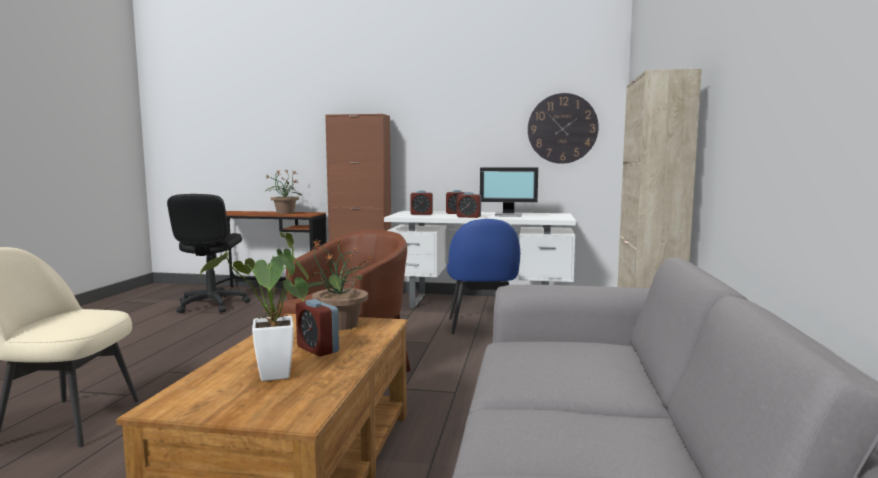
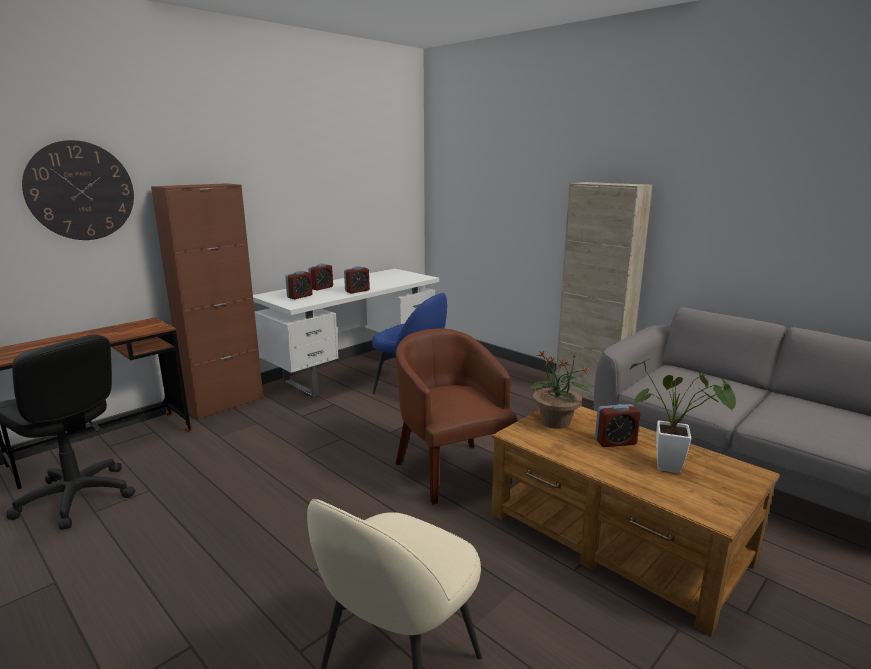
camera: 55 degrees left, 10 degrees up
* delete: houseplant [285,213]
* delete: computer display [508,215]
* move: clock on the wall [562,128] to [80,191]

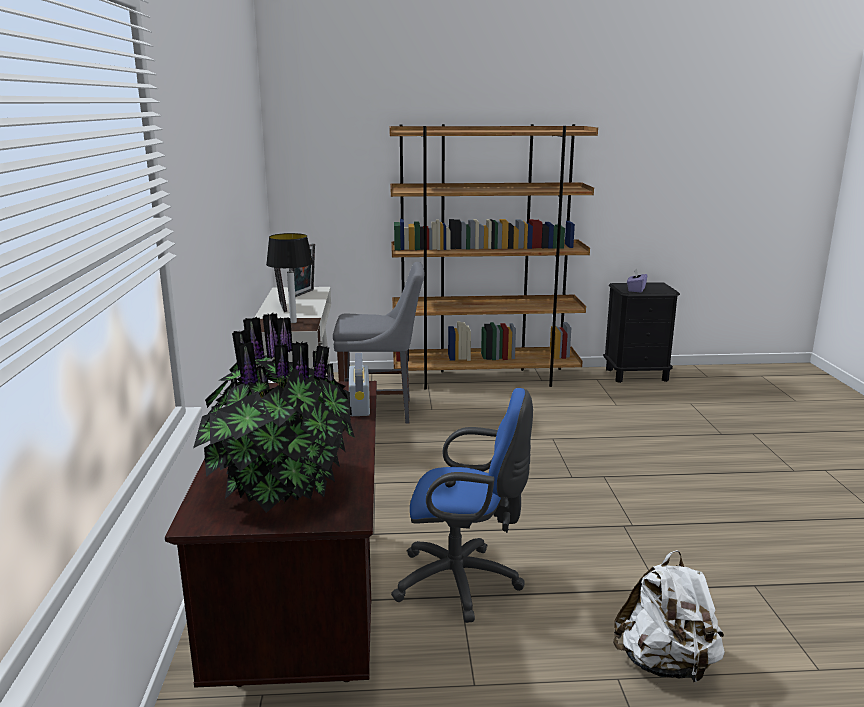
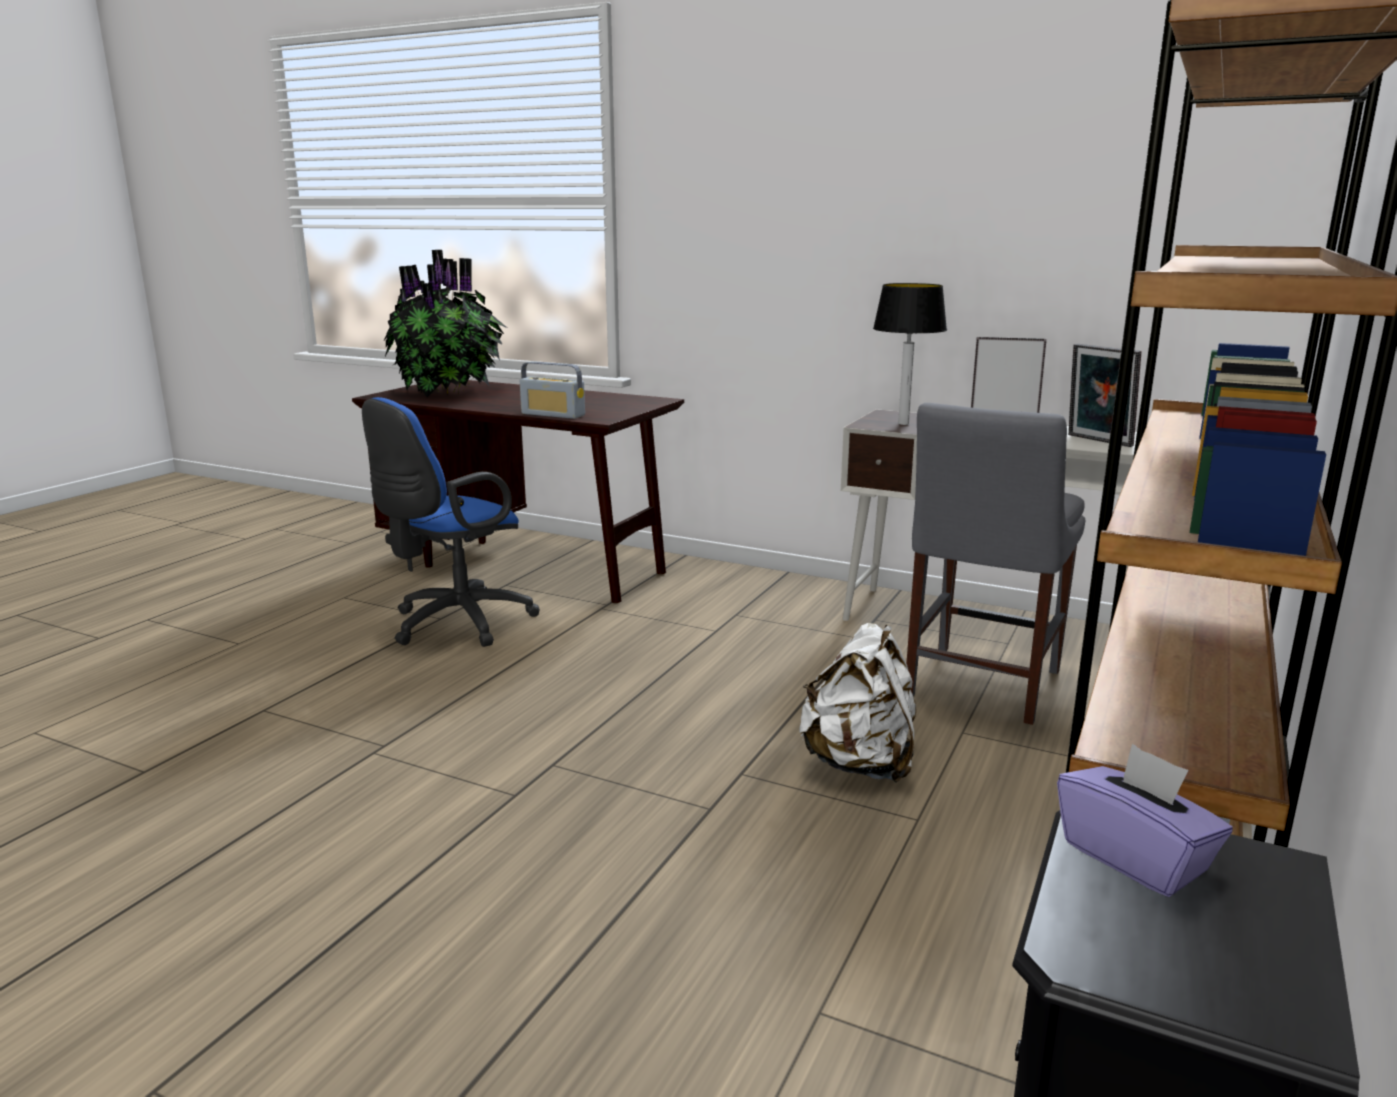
camera: 120 degrees right, 0 degrees up
* move: backpack (white-coloured) [665,664] to [860,764]

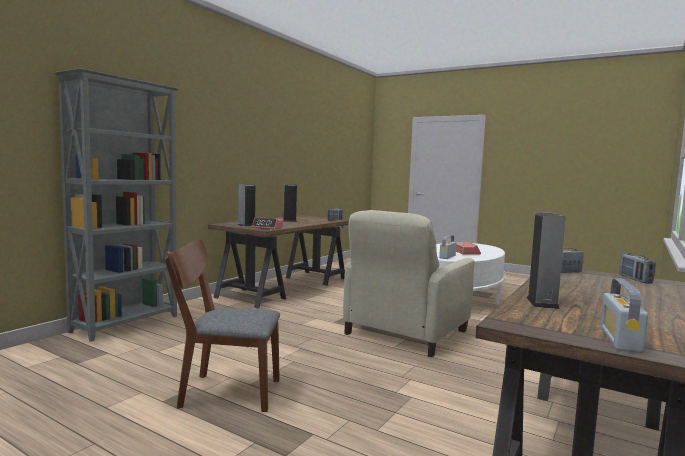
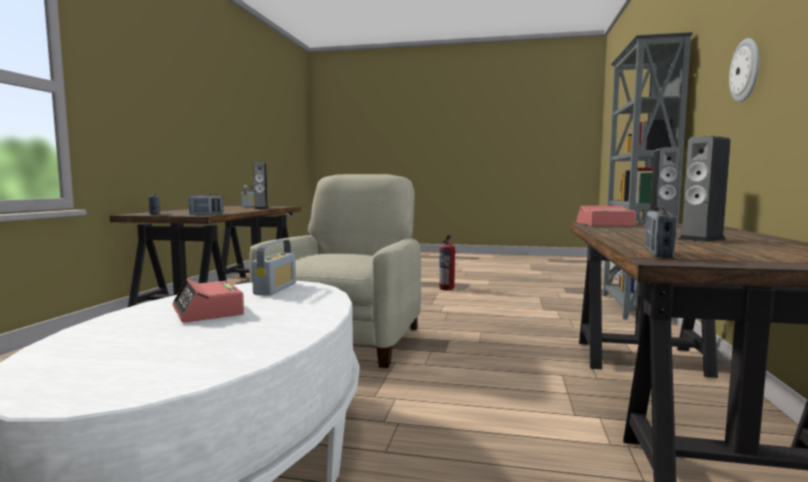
camera: 160 degrees right, 0 degrees up
* replace: upright chair (brown) [223,392] to fire extinguisher [447,288]
* insert: clock on the wall [745,70]

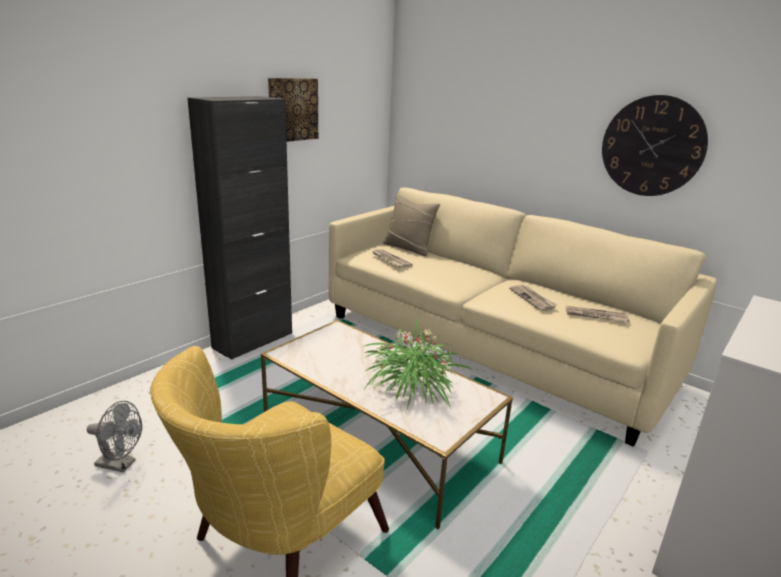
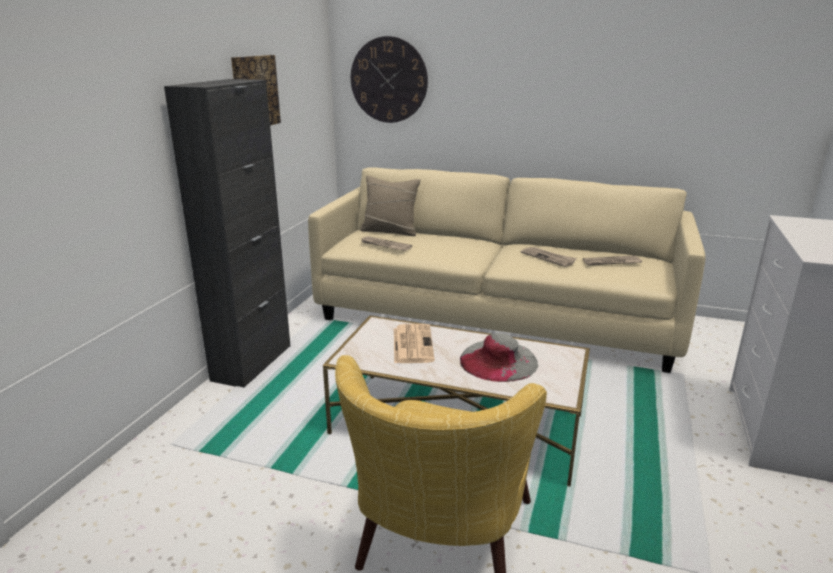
camera: 20 degrees left, 0 degrees up
* delete: electric fan (gray) [121,464]
* replace: houseplant [411,387] to hat (gray) [498,360]
* move: clock on the wall [652,146] to [389,80]
* insert: daily paper [412,344]

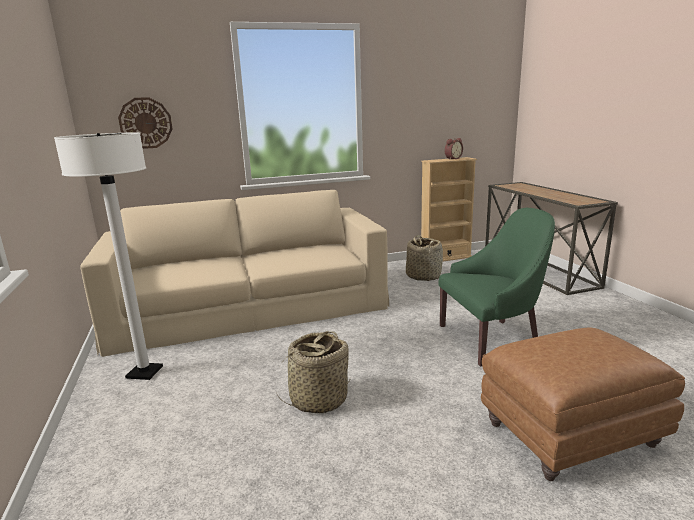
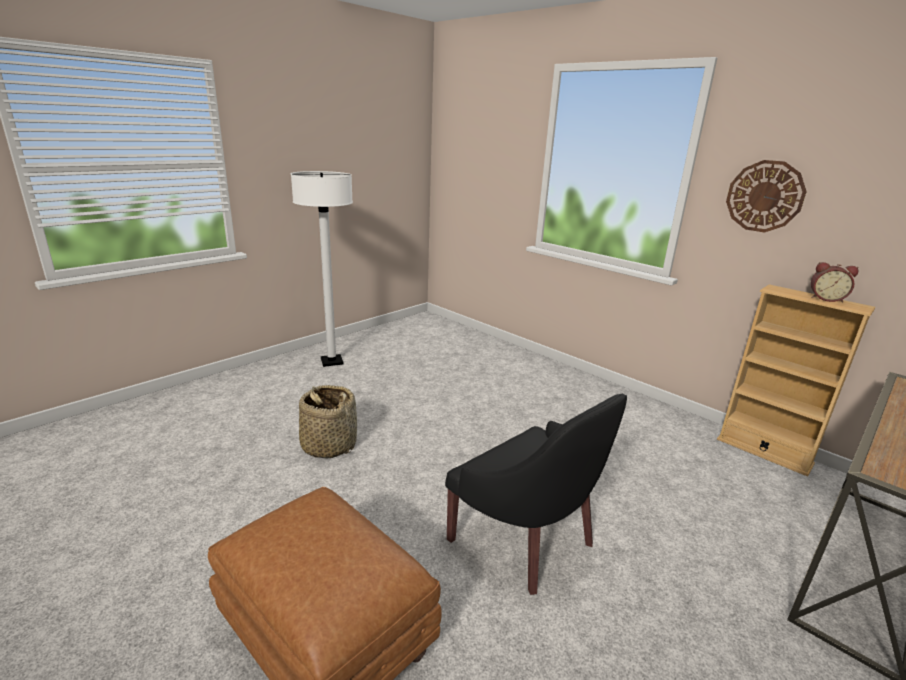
camera: 60 degrees right, 5 degrees up
* delete: sofa (beige) [249,306]
* move: clock on the wall [146,123] to [764,196]
* delete: storage basket [423,276]
* recolor: armchair (green) [491,339] to armchair (black-coloured) [527,539]

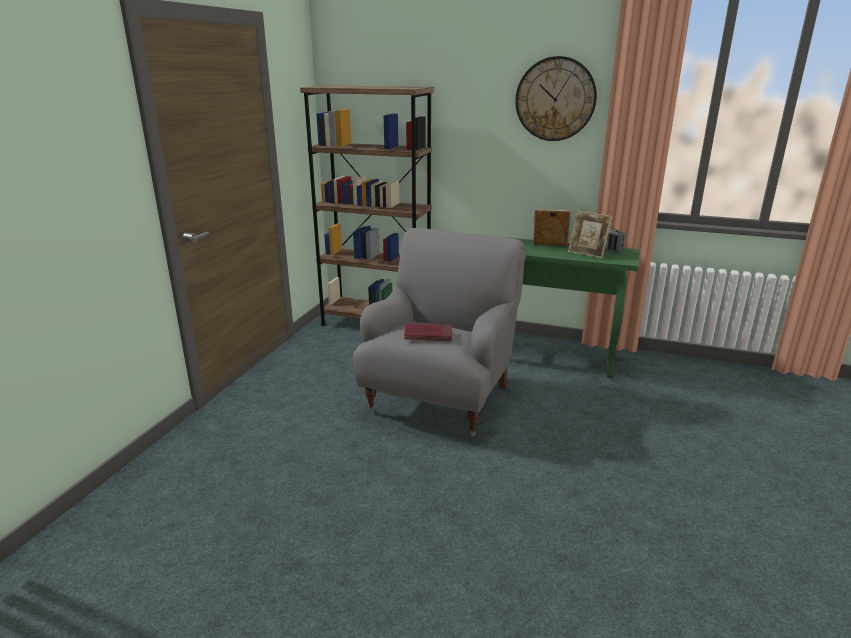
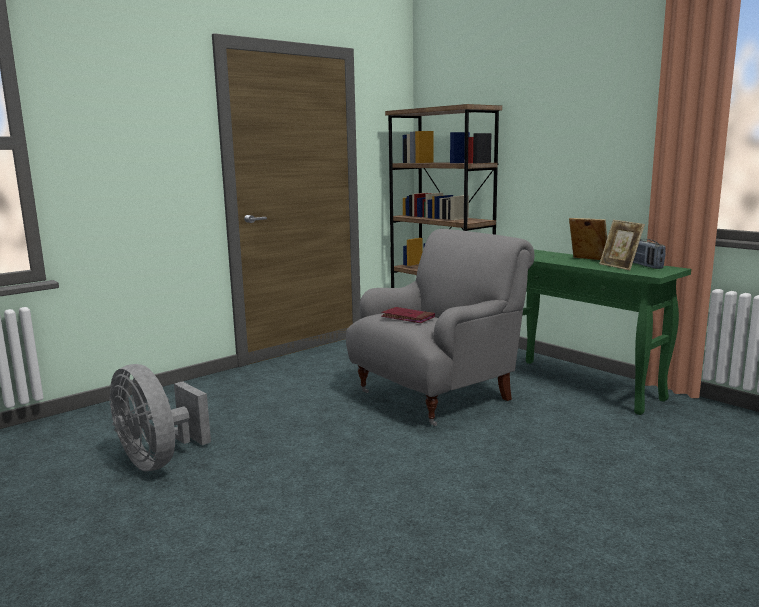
camera: 30 degrees right, 10 degrees down
* delete: clock on the wall [555,99]
* insert: electric fan (gray) [158,460]

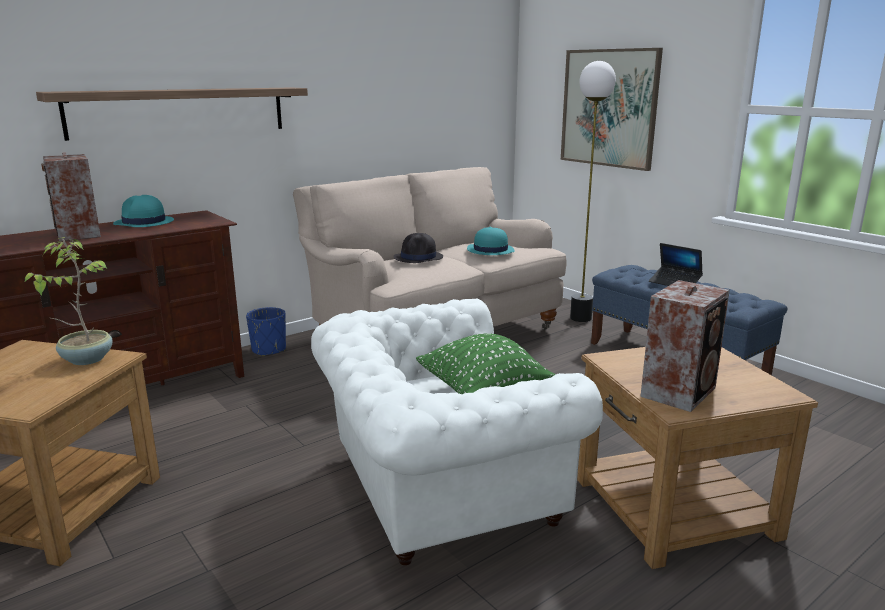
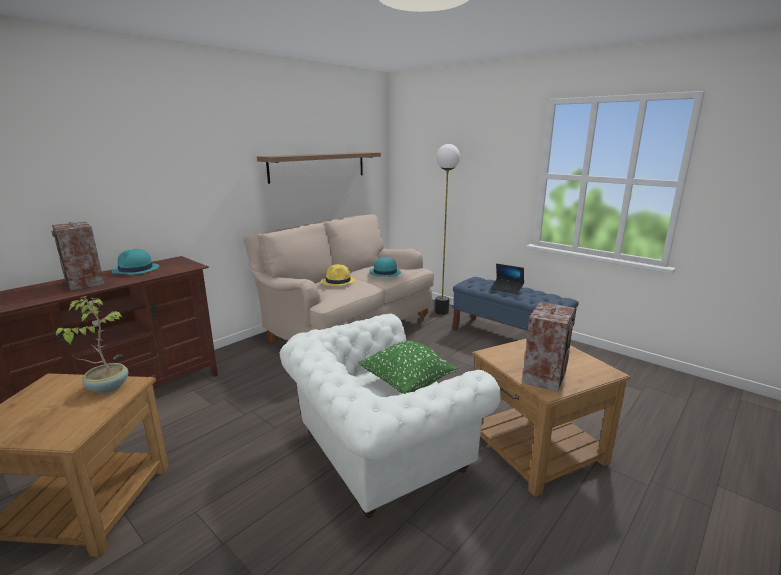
camera: 10 degrees left, 0 degrees up
* move: shelf [180,111] to [318,166]
* delete: planter (blue) [269,350]
* recolor: hat (black-coloured) [418,258] to hat (yellow-coloured) [338,281]
* delete: wall art [609,108]

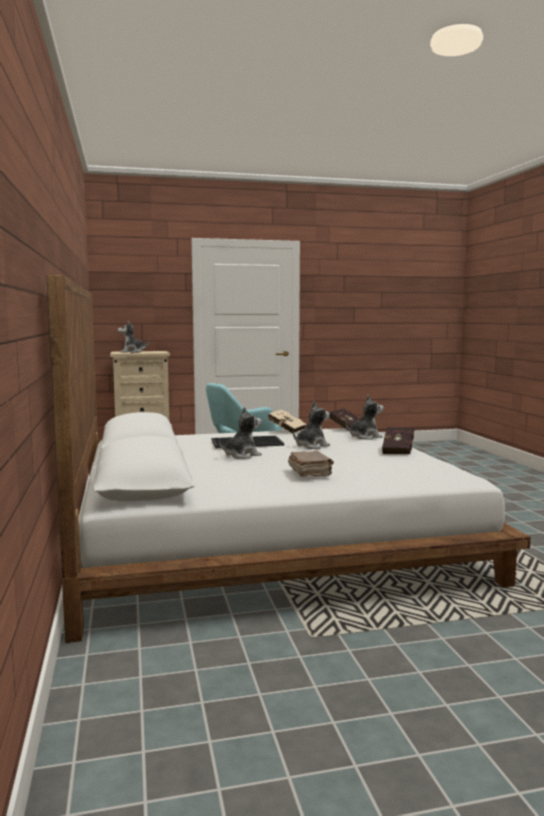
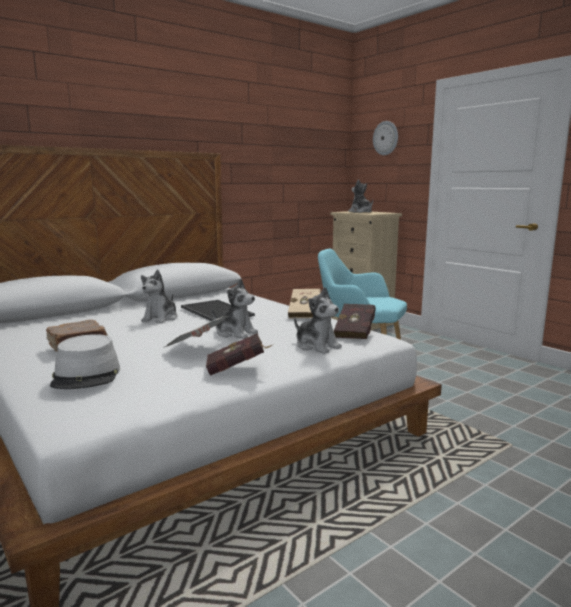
camera: 65 degrees right, 5 degrees up
* rotate: plush toy [241,455] = [161,318] 75 degrees clockwise
* insert: hat (gray) [86,375]
* insert: daily paper [196,348]
* insert: clock on the wall [386,138]

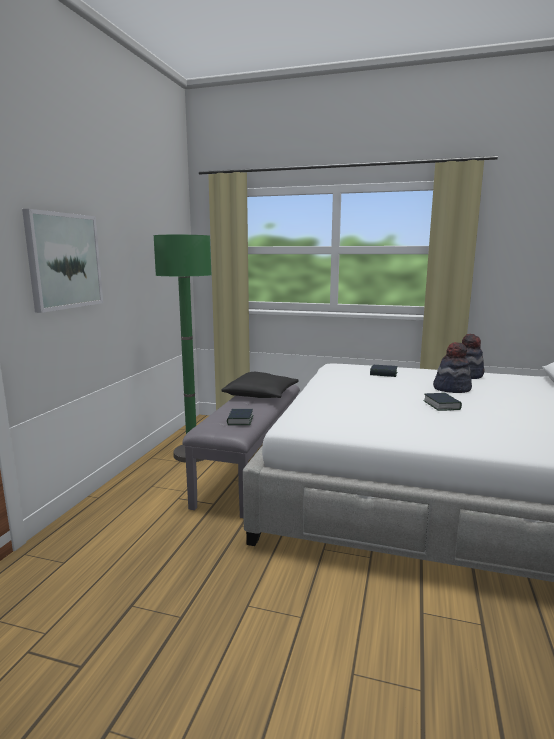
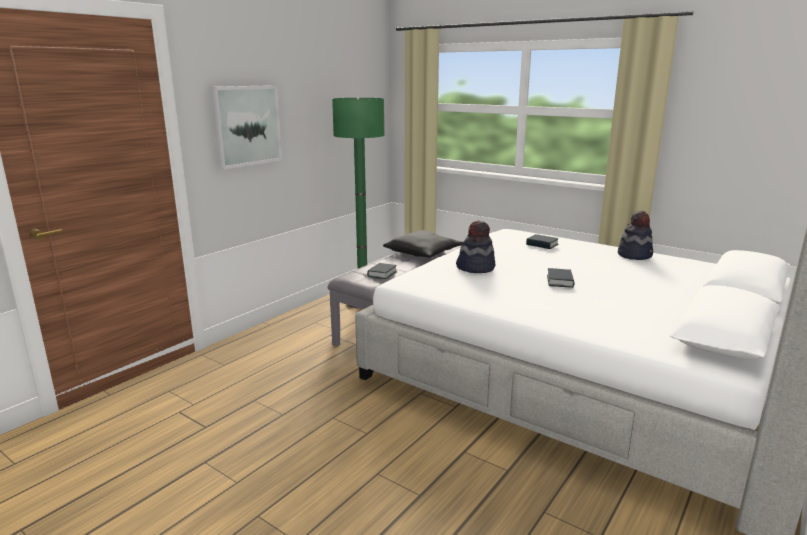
camera: 20 degrees right, 5 degrees up
* move: hat [451,388] to [475,268]

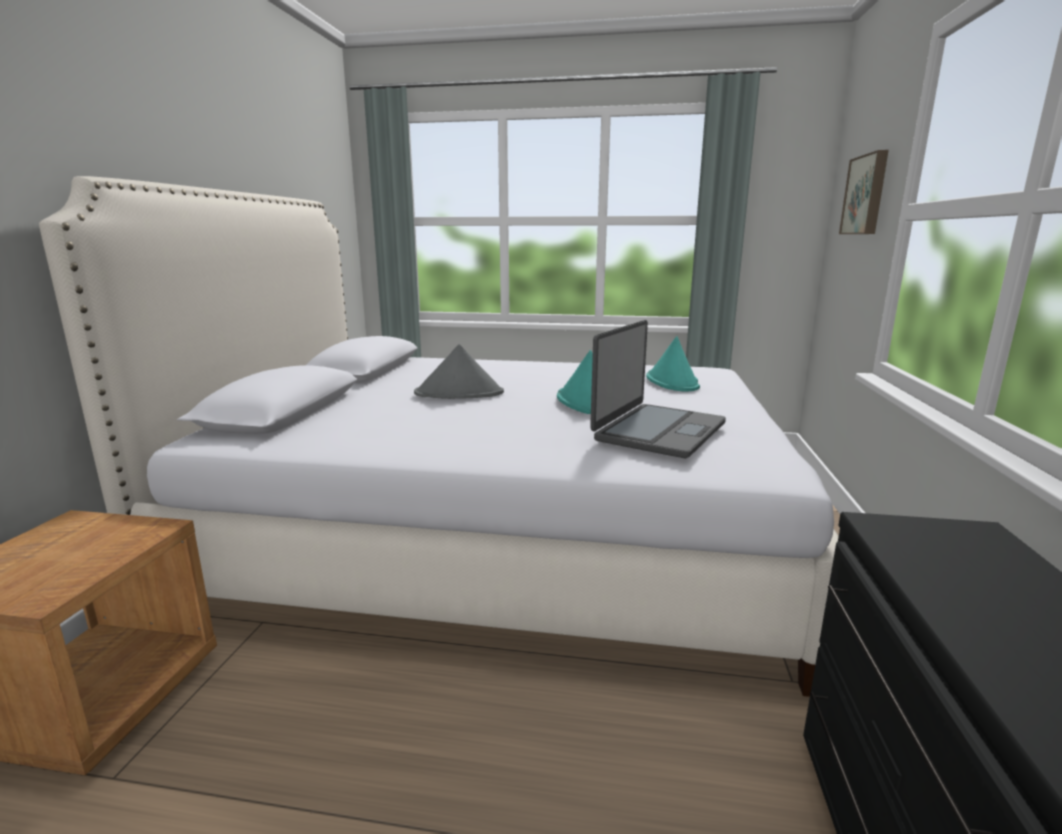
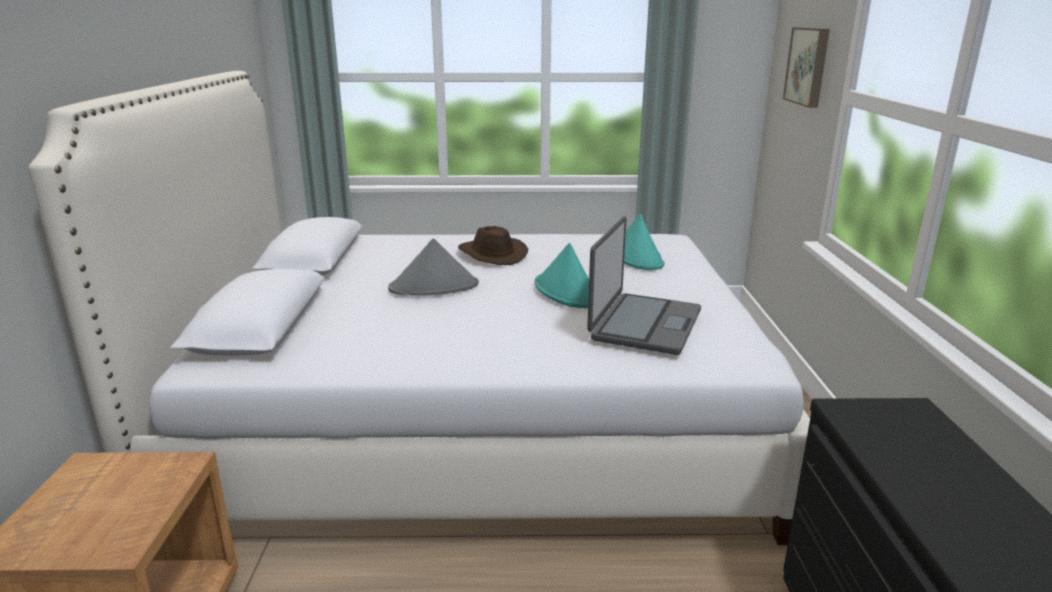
camera: 10 degrees left, 5 degrees up
* insert: hat (brown) [491,254]

